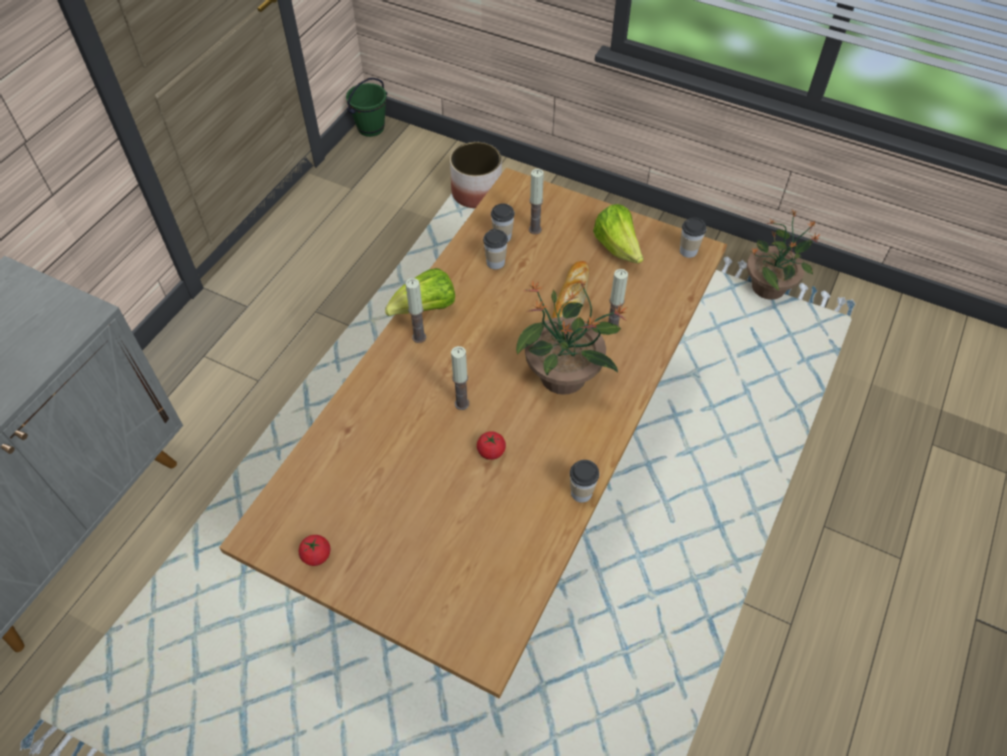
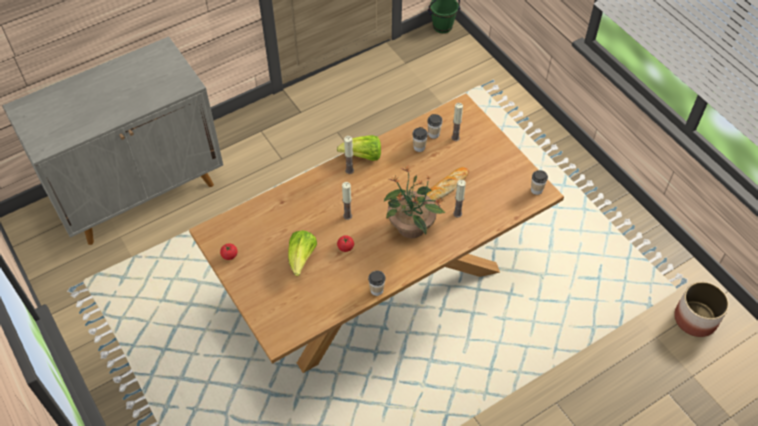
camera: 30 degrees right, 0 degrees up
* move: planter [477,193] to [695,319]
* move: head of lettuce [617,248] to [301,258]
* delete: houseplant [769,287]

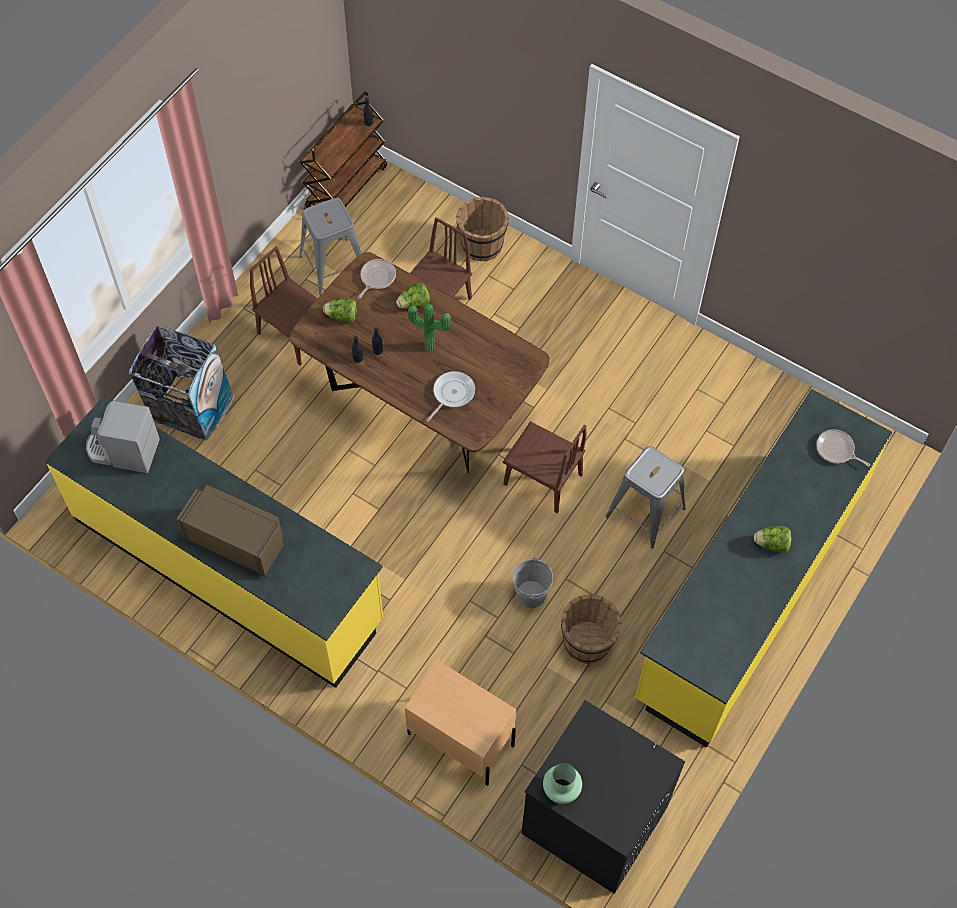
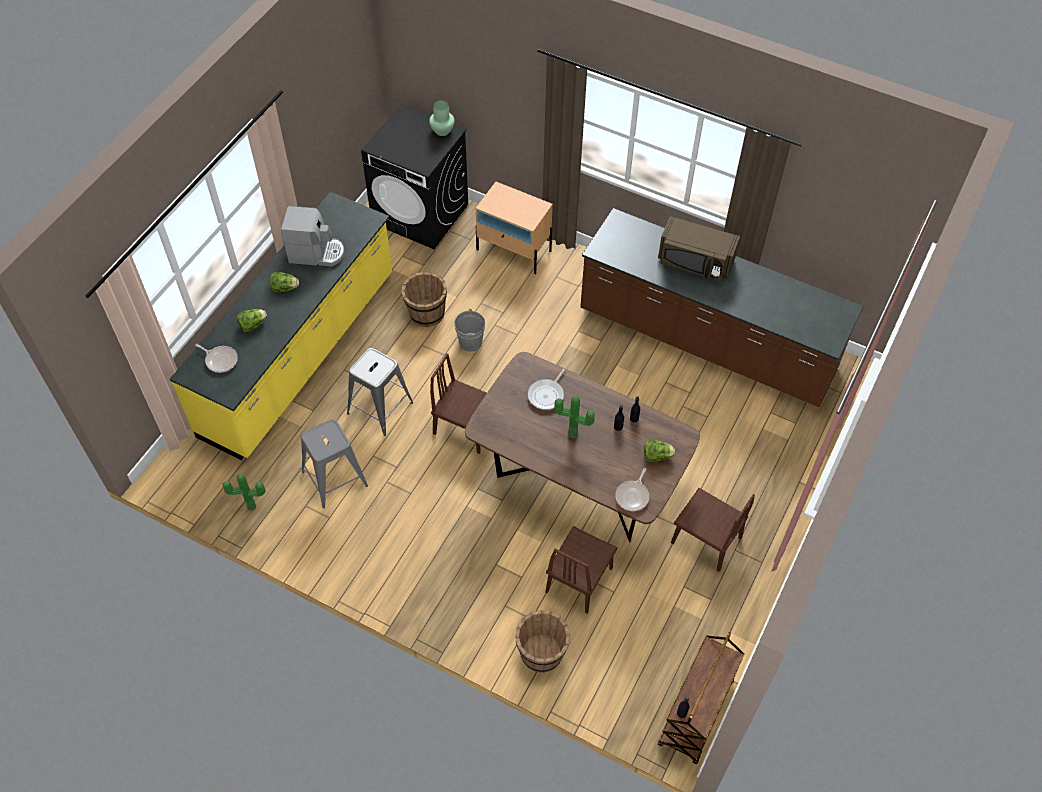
camera: 175 degrees right, 5 degrees down
* recolor: counter (yellow-coloured) [228,569] to counter (brown) [706,342]
* move: coffee machine [123,450] to [316,253]
* delete: trash can [190,408]
* move: sitting stool (gray) [334,266] to [334,478]
* move: head of lettuce [414,304] to [252,325]
* insert: houseplant [252,508]

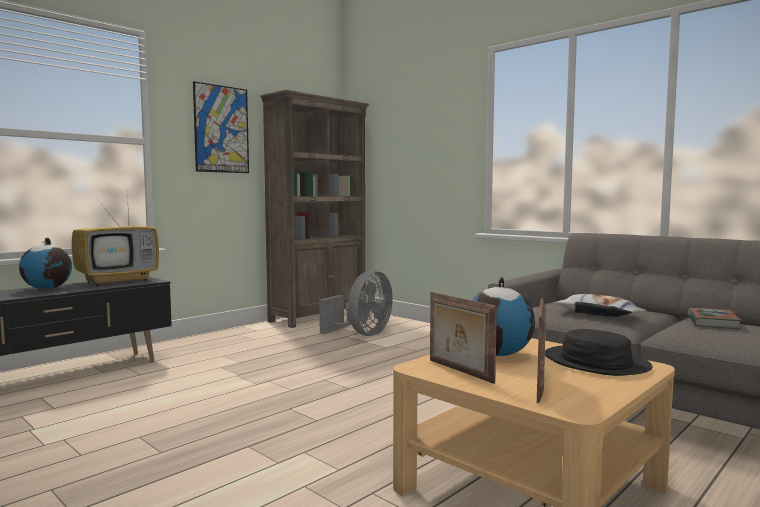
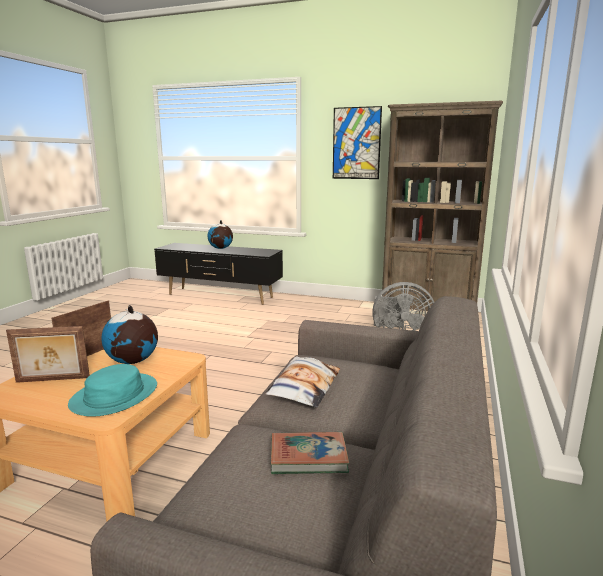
camera: 65 degrees right, 10 degrees up
* delete: television [119,281]
* recolor: hat (black-coloured) [595,362] to hat (turquoise-coloured) [114,395]

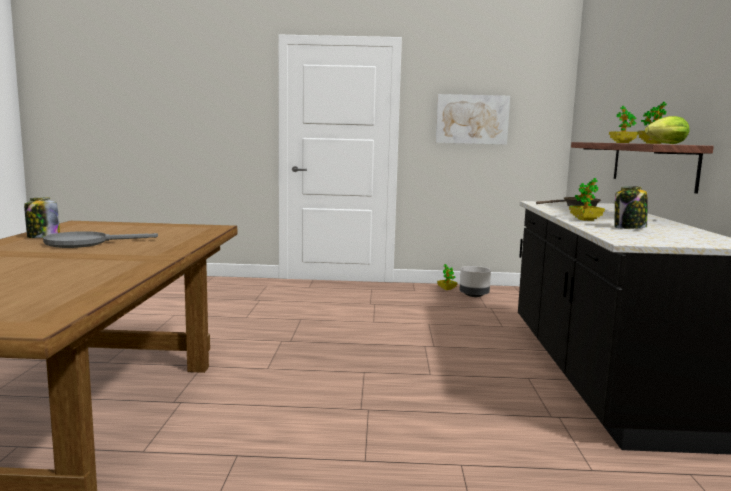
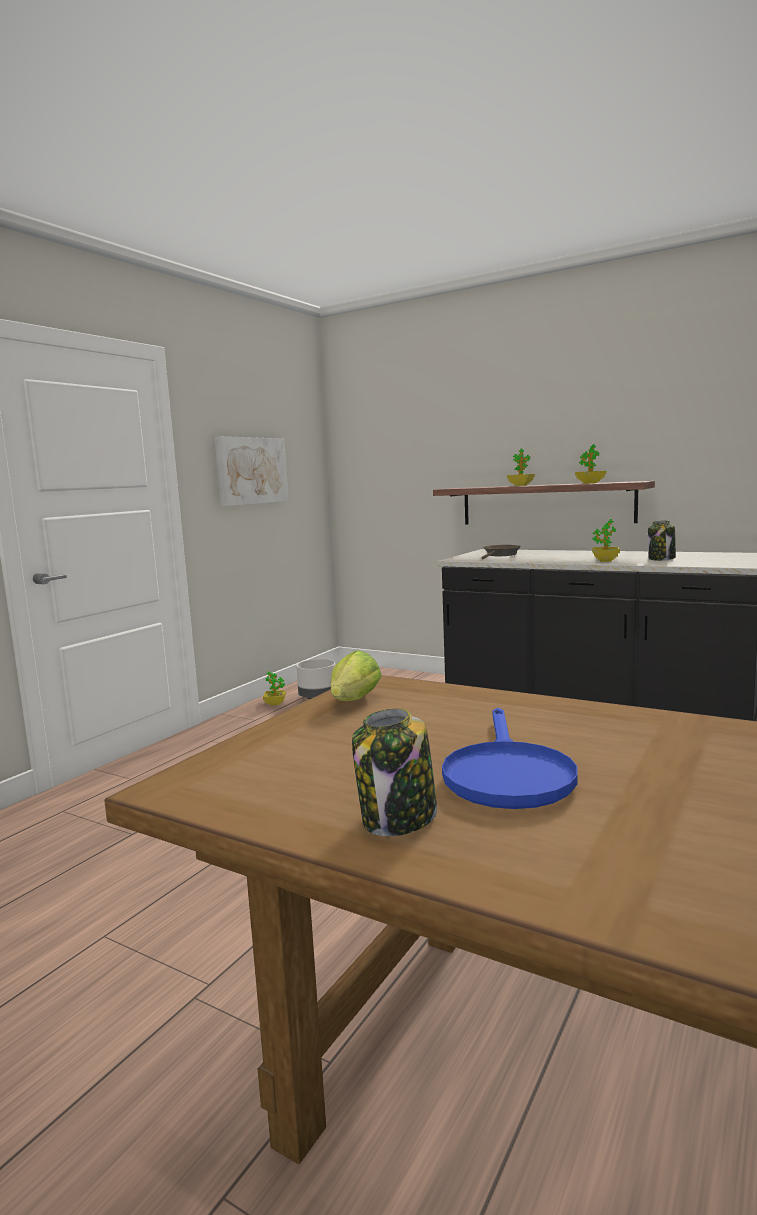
camera: 60 degrees left, 0 degrees up
* recolor: pan (gray) [86,243] to pan (blue) [506,774]
* move: head of lettuce [664,143] to [353,702]

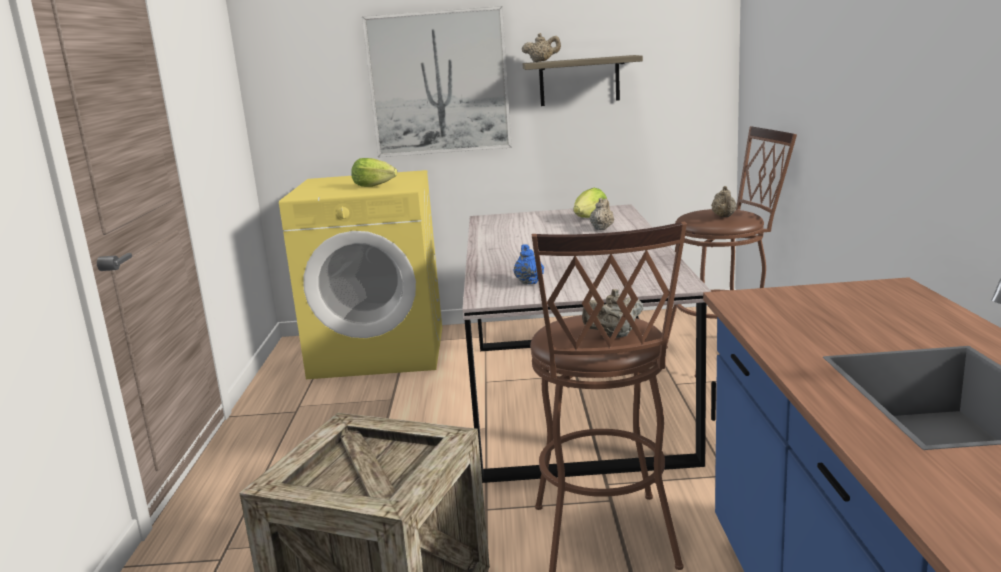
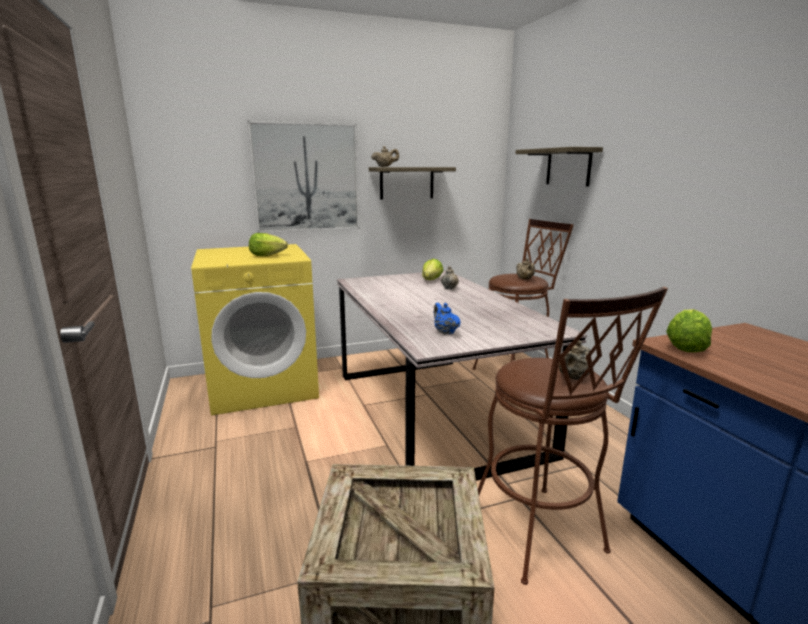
camera: 20 degrees left, 0 degrees up
* insert: shelf [568,167]
* insert: head of lettuce [685,347]

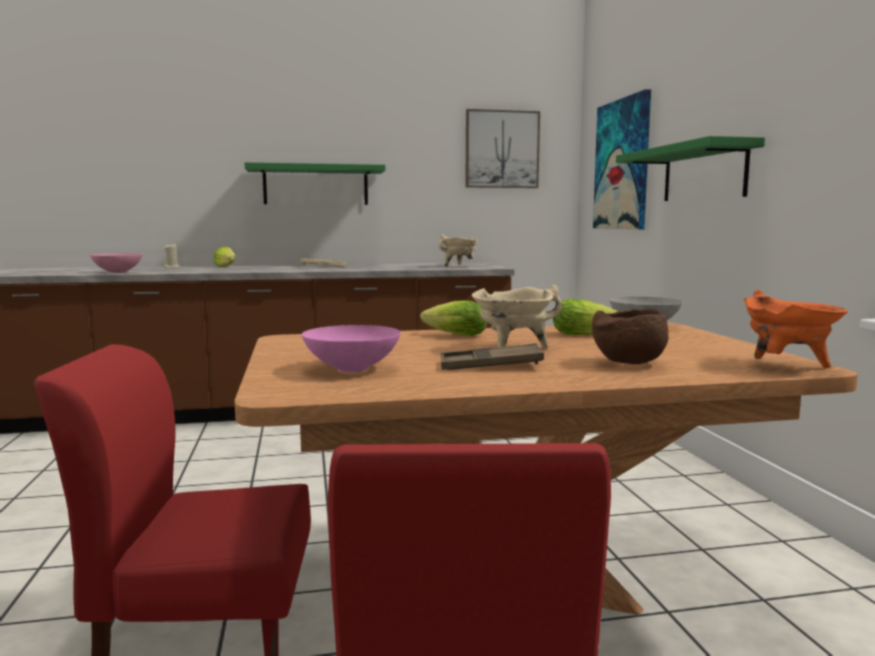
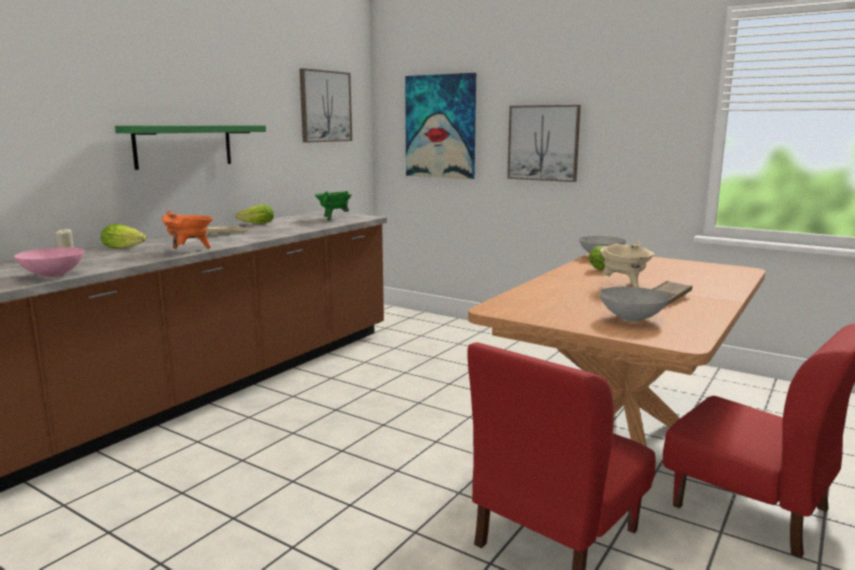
camera: 45 degrees left, 5 degrees up
* recolor: deep dish (pink-coloured) [353,369] to deep dish (gray) [633,319]
* move: head of lettuce [452,335] to [255,224]
* recolor: saucepot (beige) [459,266] to saucepot (green) [333,218]
* delete: deep dish (brown) [627,363]
* replace: shelf (green) [703,173] to wall art [543,143]
* move: saucepot (orange-coloured) [786,366] to [189,250]

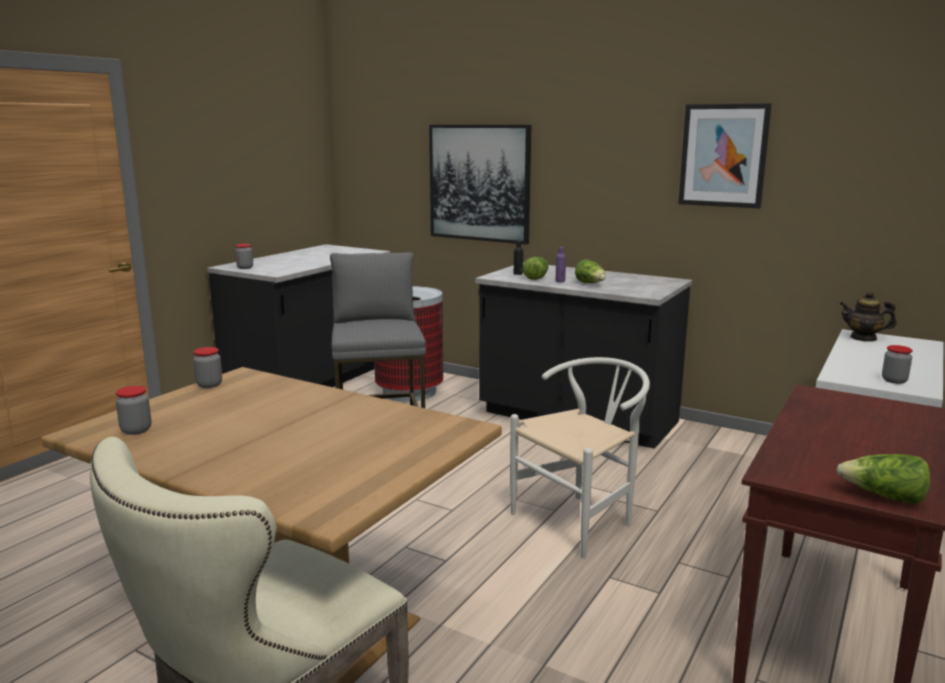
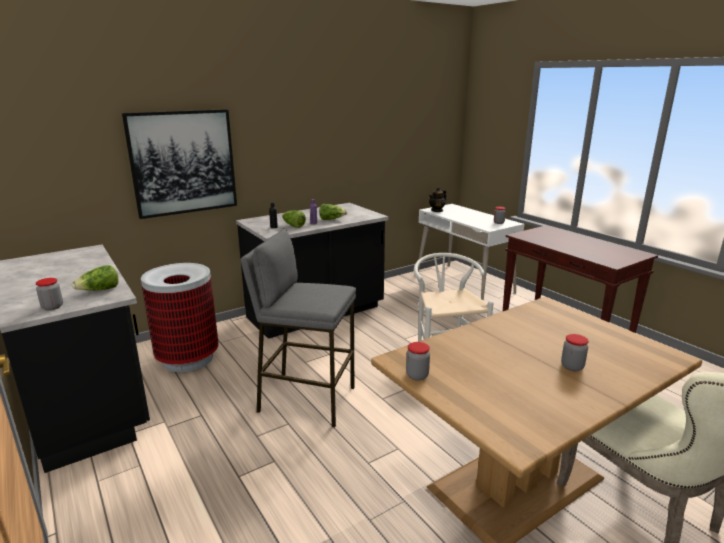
camera: 65 degrees left, 5 degrees up
* move: preserve jar [136,430] to [572,367]
* delete: wall art [723,155]
* move: head of lettuce [884,497] to [99,290]

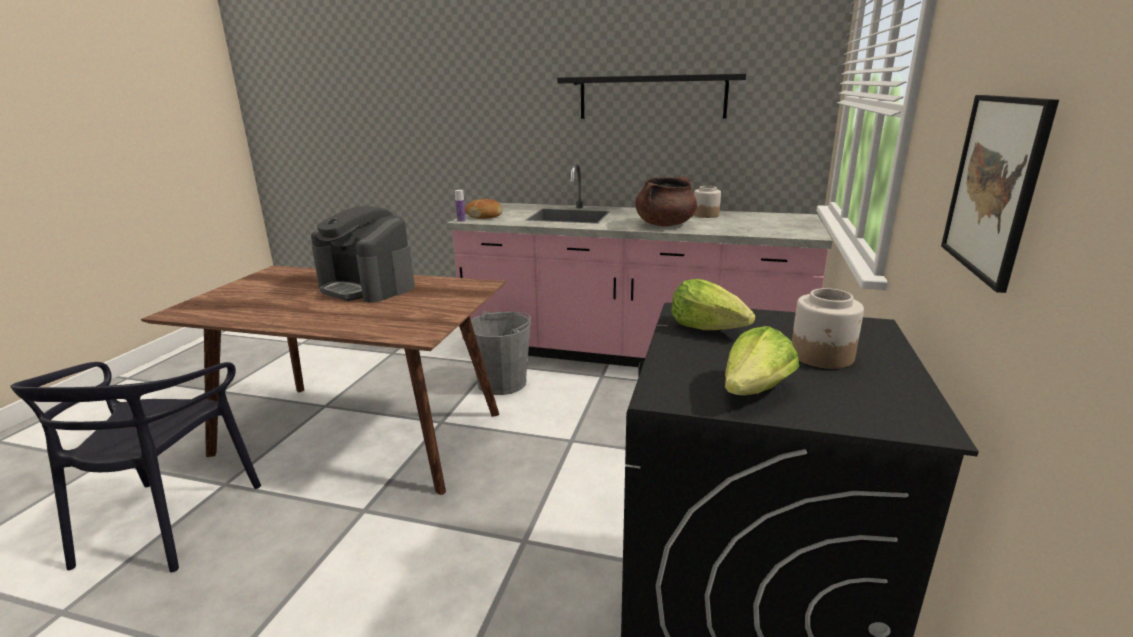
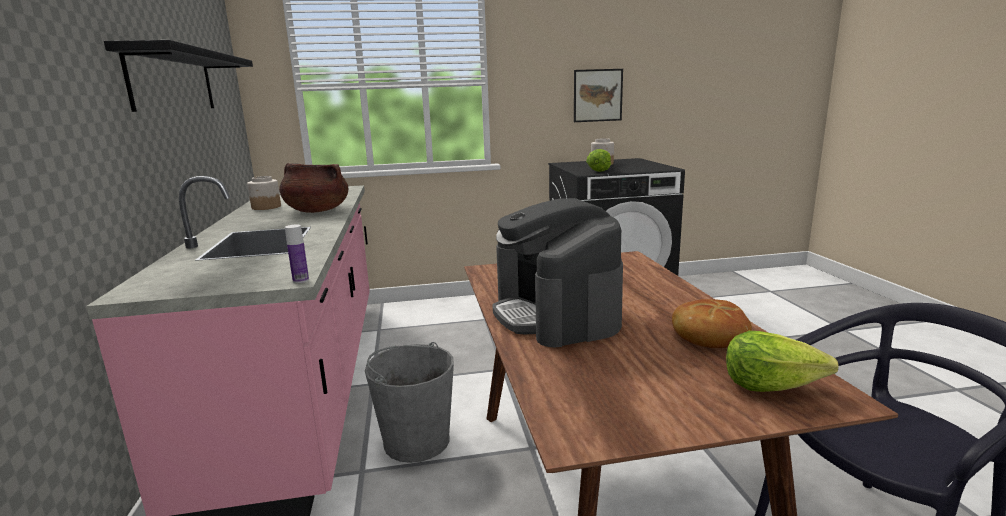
camera: 115 degrees left, 5 degrees down
* rotate: coffee machine [367,287] = [556,314] 150 degrees clockwise
* move: bakery bread [484,215] to [708,335]
* move: head of lettuce [755,391] to [771,385]

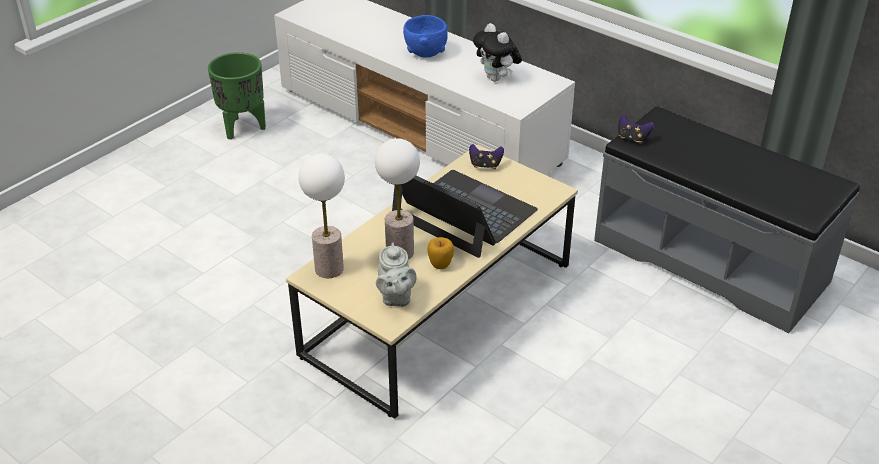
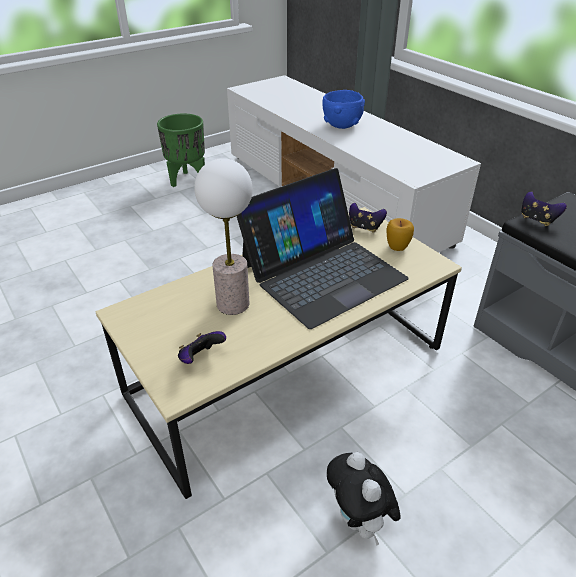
camera: 15 degrees right, 0 degrees up
* delete: tabletop lamp [328,269]
* replace: tea pot (gray) [395,298] to joypad [200,358]
* rotate: notebook computer [463,213] = [322,272] 90 degrees clockwise
* move: whole apple [440,264] to [397,247]
* move: plush toy [496,79] to [359,521]

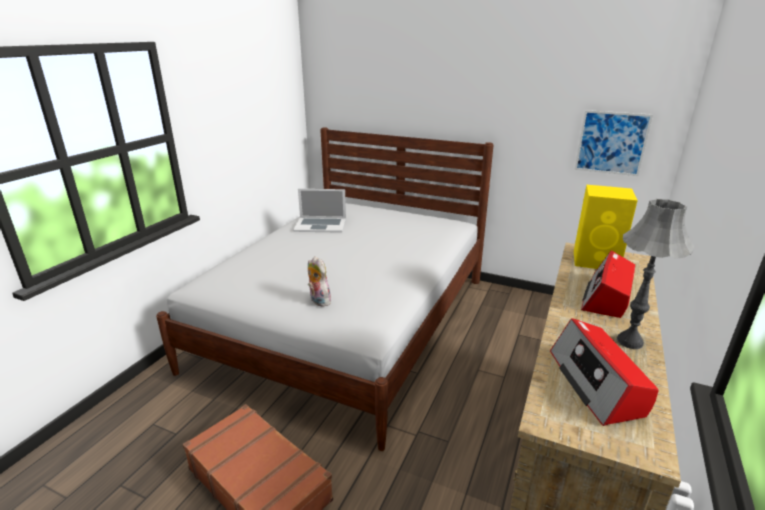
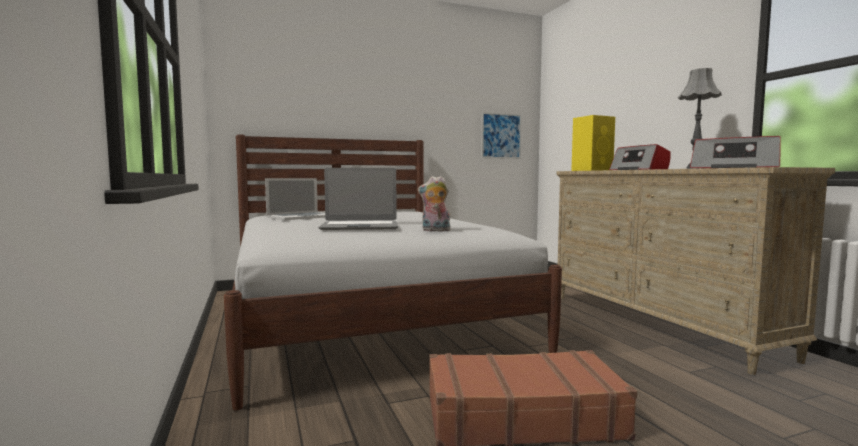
camera: 45 degrees left, 20 degrees down
* insert: notebook computer [360,227]

